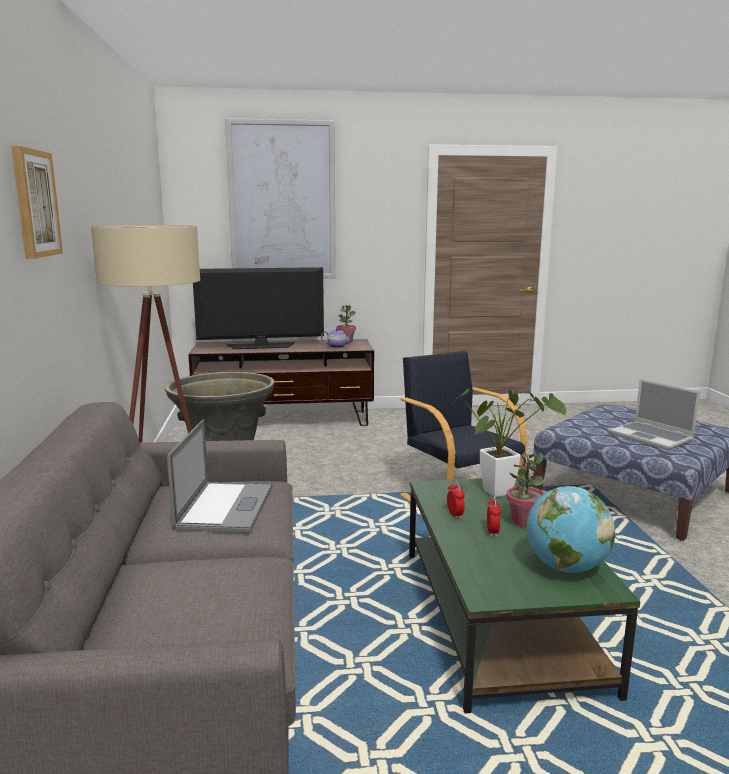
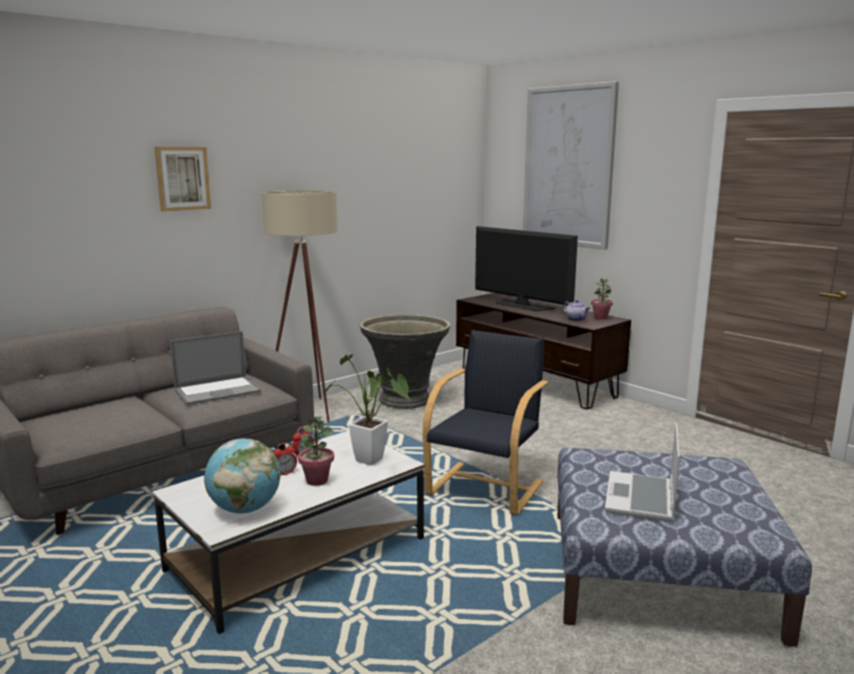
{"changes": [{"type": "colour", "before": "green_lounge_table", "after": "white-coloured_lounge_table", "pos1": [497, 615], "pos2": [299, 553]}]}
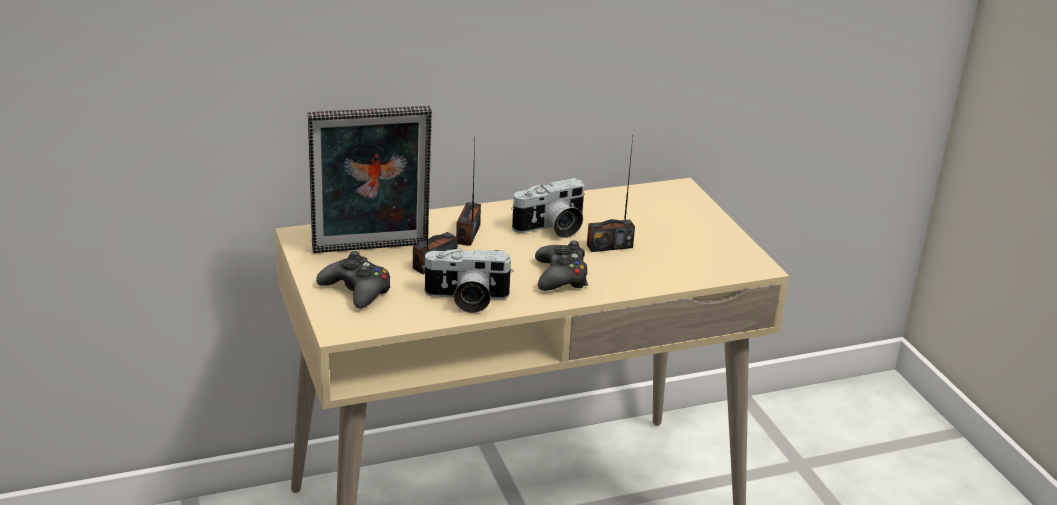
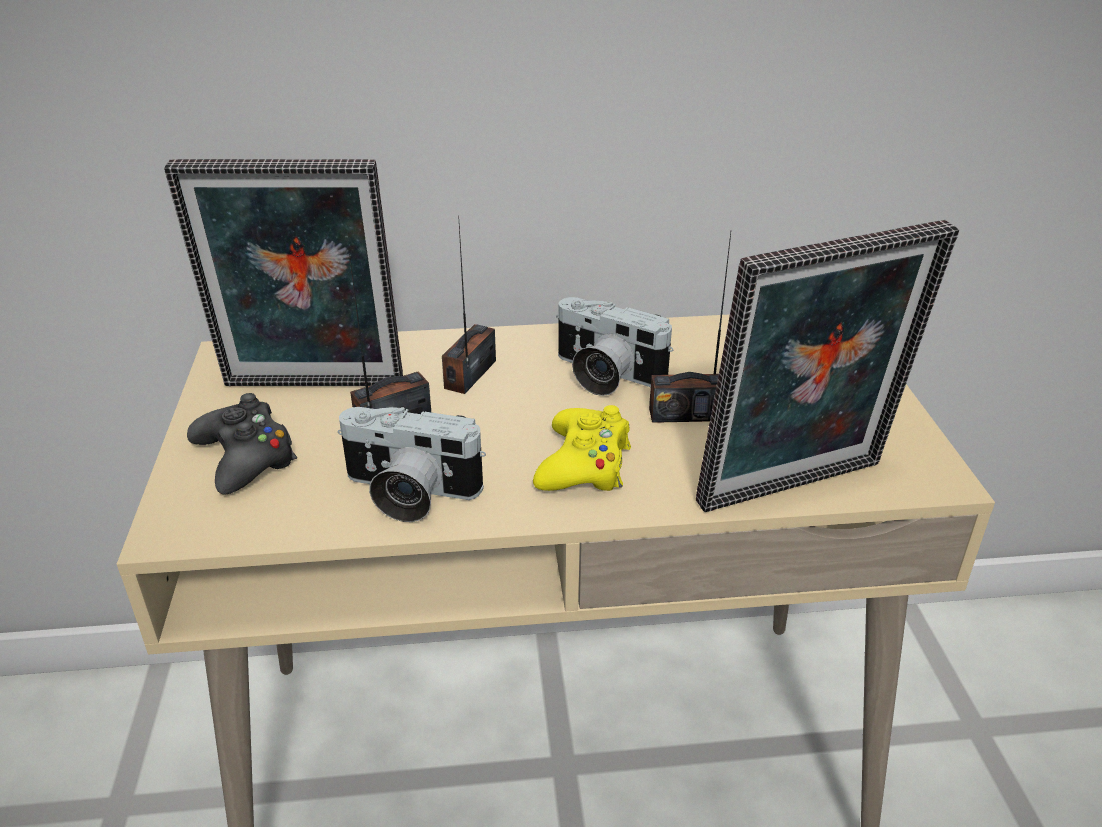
{"changes": [{"type": "appeared", "after": "standing_frame", "pos2": [796, 490]}, {"type": "colour", "before": "blackish_joypad", "after": "yellowish_joypad", "pos1": [561, 276], "pos2": [584, 464]}, {"type": "spun", "before": "still_camera", "pos1": [552, 228], "pos2": [603, 375], "turn": 45}]}
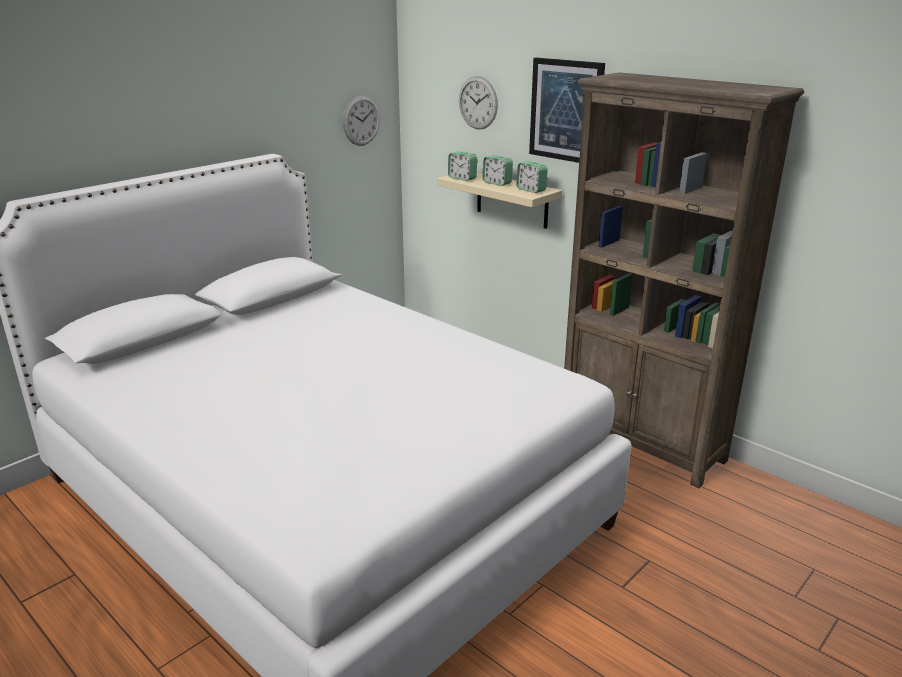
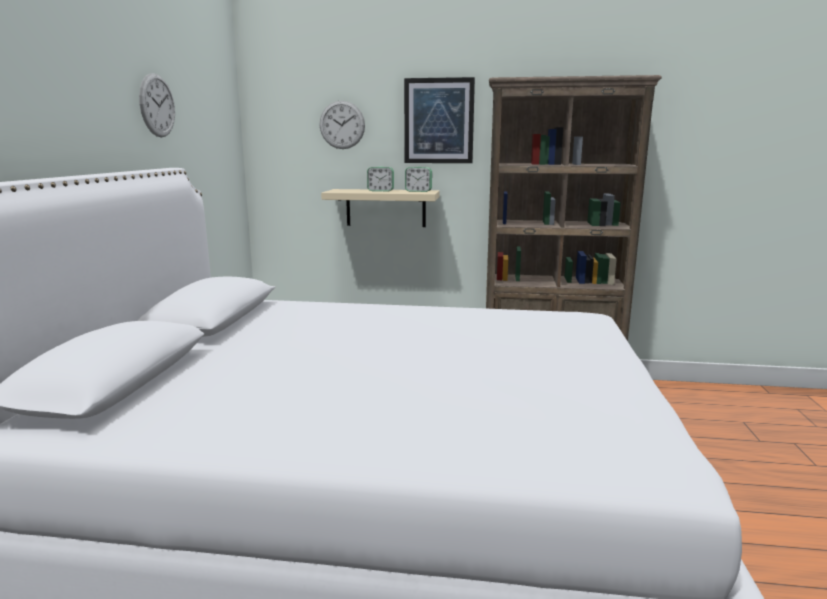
{"changes": [{"type": "missing", "before": "table_clock", "pos1": [462, 178]}, {"type": "relocated", "before": "clock_on_the_wall", "pos1": [361, 121], "pos2": [157, 105]}]}
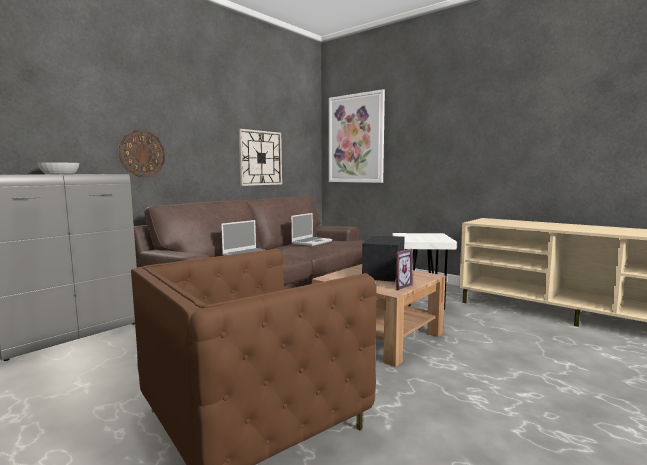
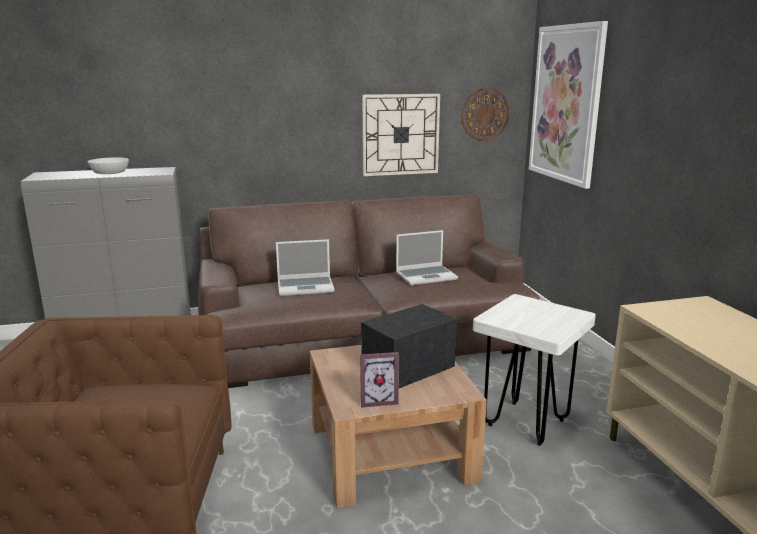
{"changes": [{"type": "relocated", "before": "clock_on_the_wall", "pos1": [142, 153], "pos2": [484, 114]}]}
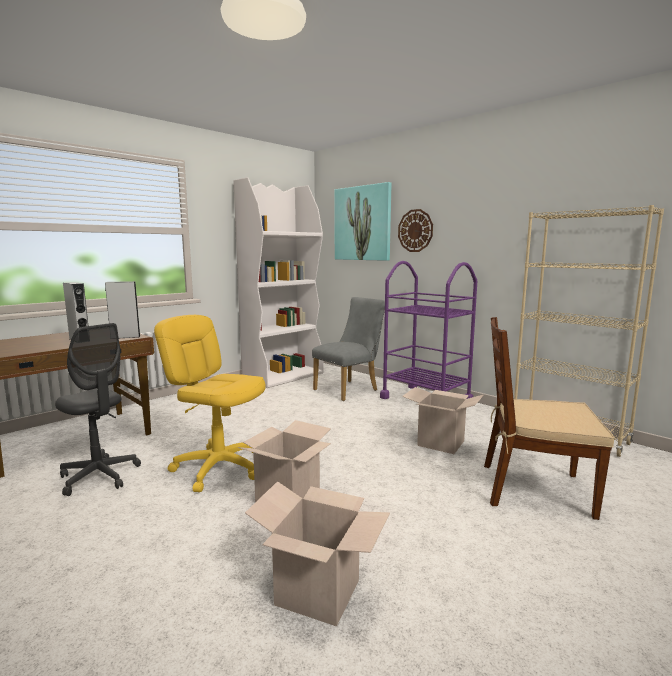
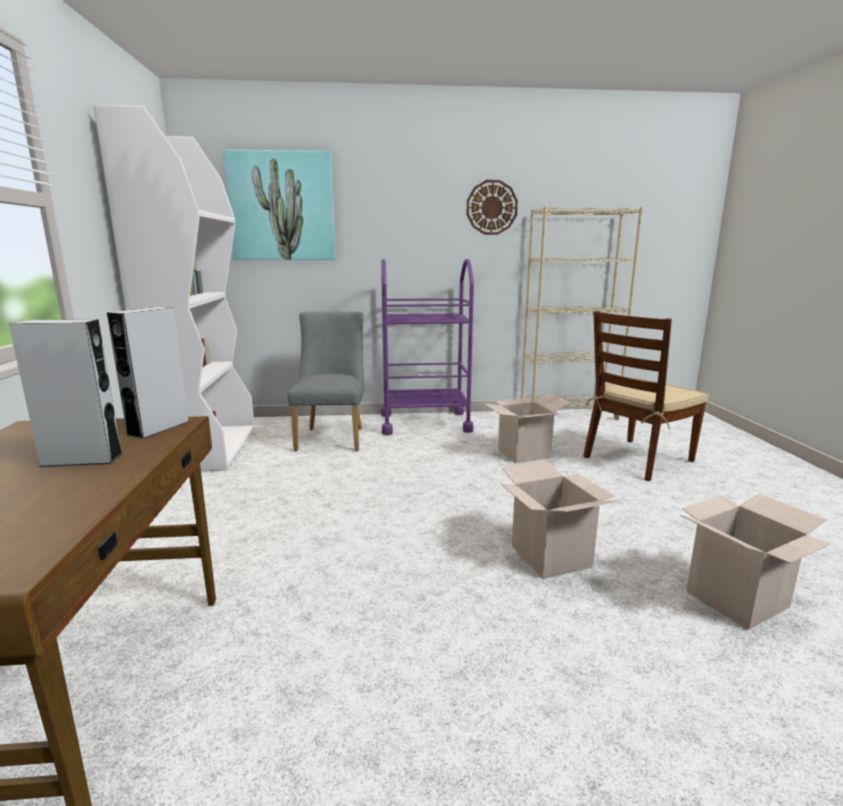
{"changes": [{"type": "missing", "before": "grey_office_chair", "pos1": [99, 476]}, {"type": "missing", "before": "yellowish_office_chair", "pos1": [219, 467]}, {"type": "relocated", "before": "clock_on_the_wall", "pos1": [415, 230], "pos2": [491, 207]}]}
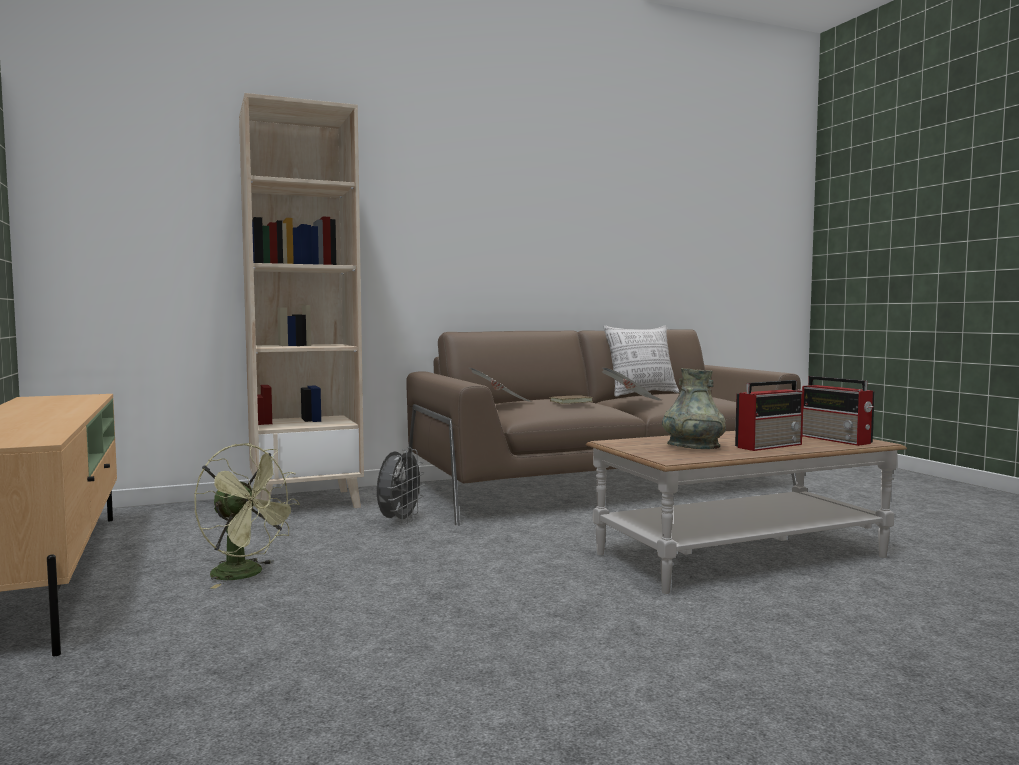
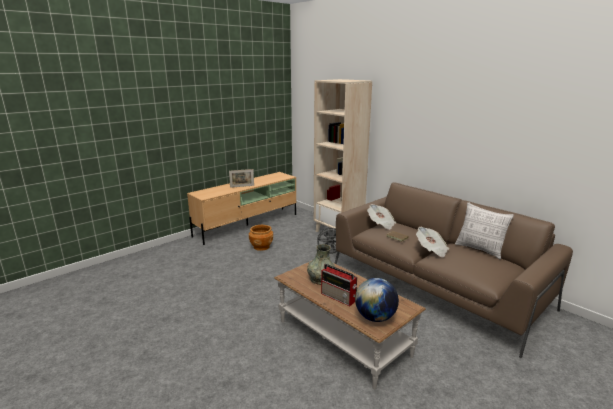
{"changes": [{"type": "appeared", "after": "standing_frame", "pos2": [242, 186]}, {"type": "exchanged", "before": "green_electric_fan", "after": "brownish_flower_pot", "pos1": [246, 574], "pos2": [261, 247]}, {"type": "exchanged", "before": "radio_set", "after": "desk_globe", "pos1": [837, 440], "pos2": [375, 317]}]}
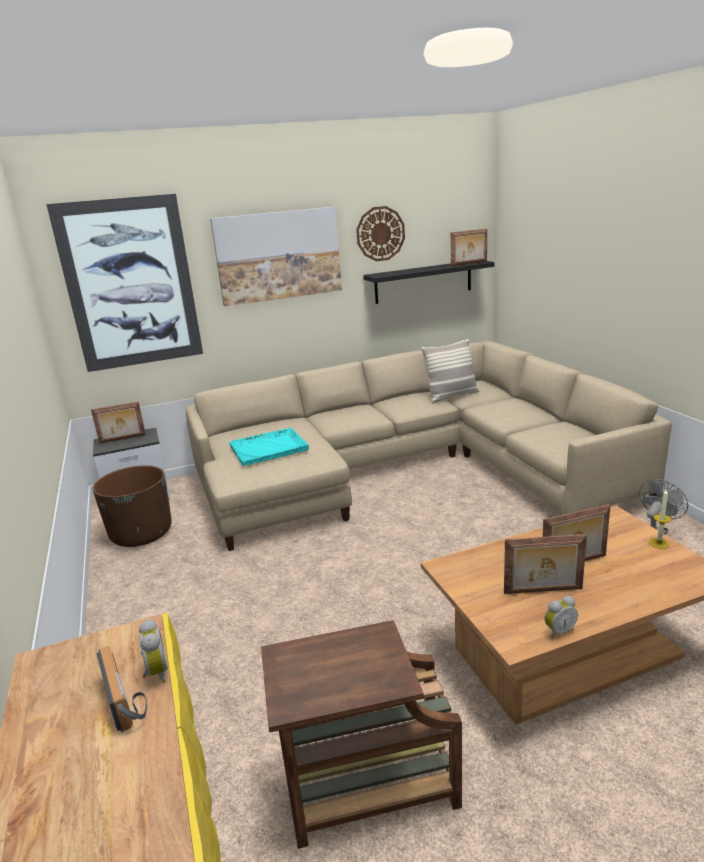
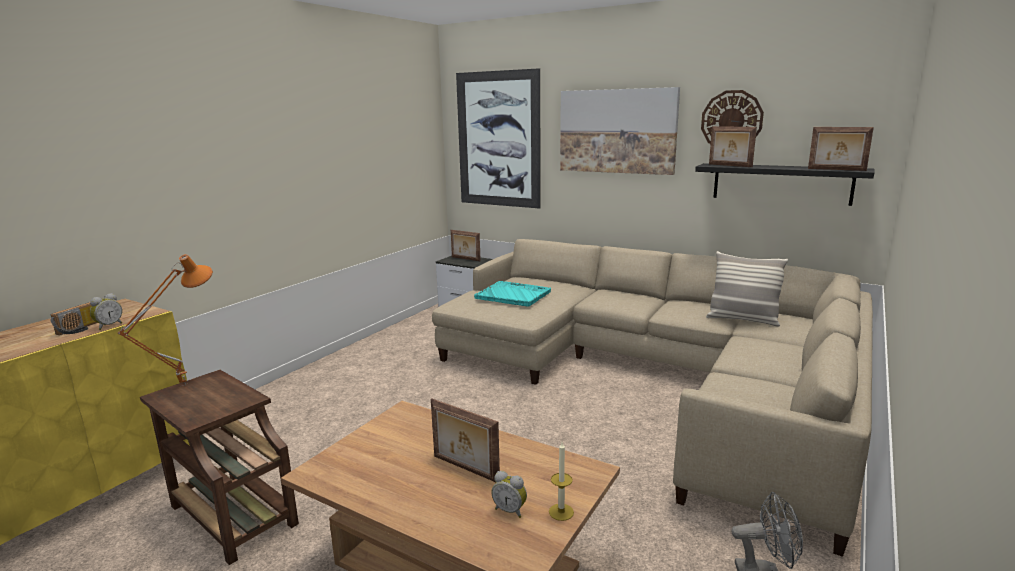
{"changes": [{"type": "missing", "before": "brownish_flower_pot", "pos1": [141, 533]}, {"type": "appeared", "after": "orangey_lamp_for_a_table", "pos2": [183, 384]}, {"type": "relocated", "before": "standing_frame", "pos1": [543, 591], "pos2": [729, 165]}, {"type": "relocated", "before": "table_clock", "pos1": [558, 631], "pos2": [510, 510]}]}
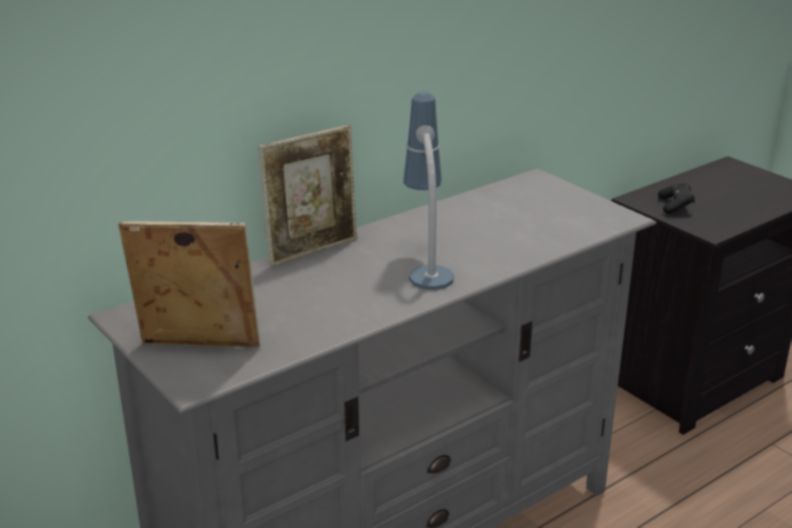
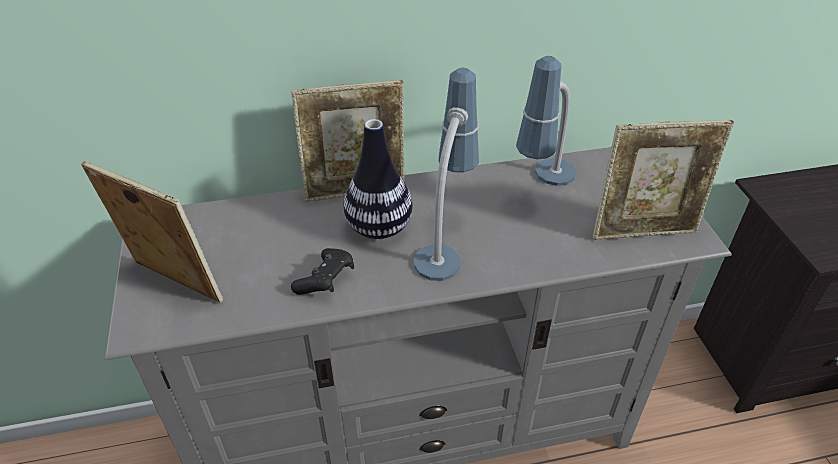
{"changes": [{"type": "appeared", "after": "flower_vase", "pos2": [379, 228]}, {"type": "appeared", "after": "lamp_for_a_table", "pos2": [542, 188]}, {"type": "appeared", "after": "standing_frame", "pos2": [644, 232]}, {"type": "relocated", "before": "blackish_joypad", "pos1": [675, 206], "pos2": [326, 281]}]}
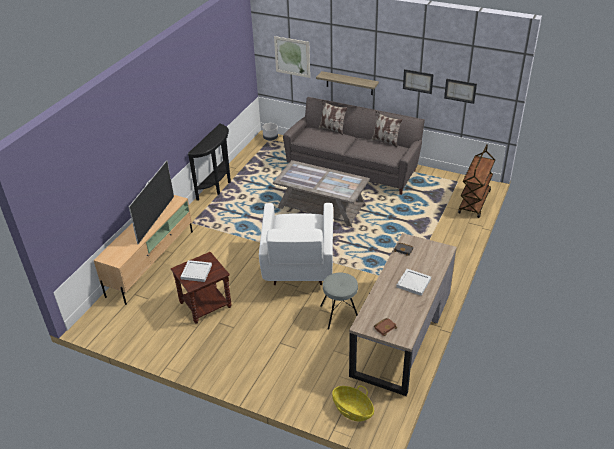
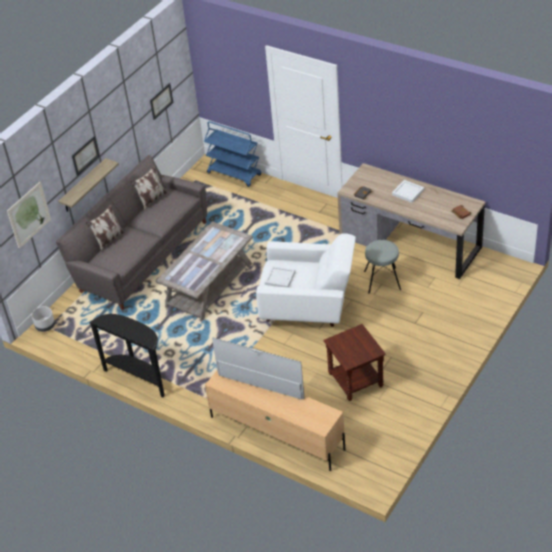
{"changes": [{"type": "missing", "before": "storage_basket", "pos1": [352, 410]}, {"type": "relocated", "before": "white-coloured_tray", "pos1": [196, 272], "pos2": [280, 278]}, {"type": "relocated", "before": "wall_picture", "pos1": [418, 81], "pos2": [85, 155]}, {"type": "colour", "before": "brownish_cart", "after": "blue_cart", "pos1": [474, 202], "pos2": [234, 174]}]}
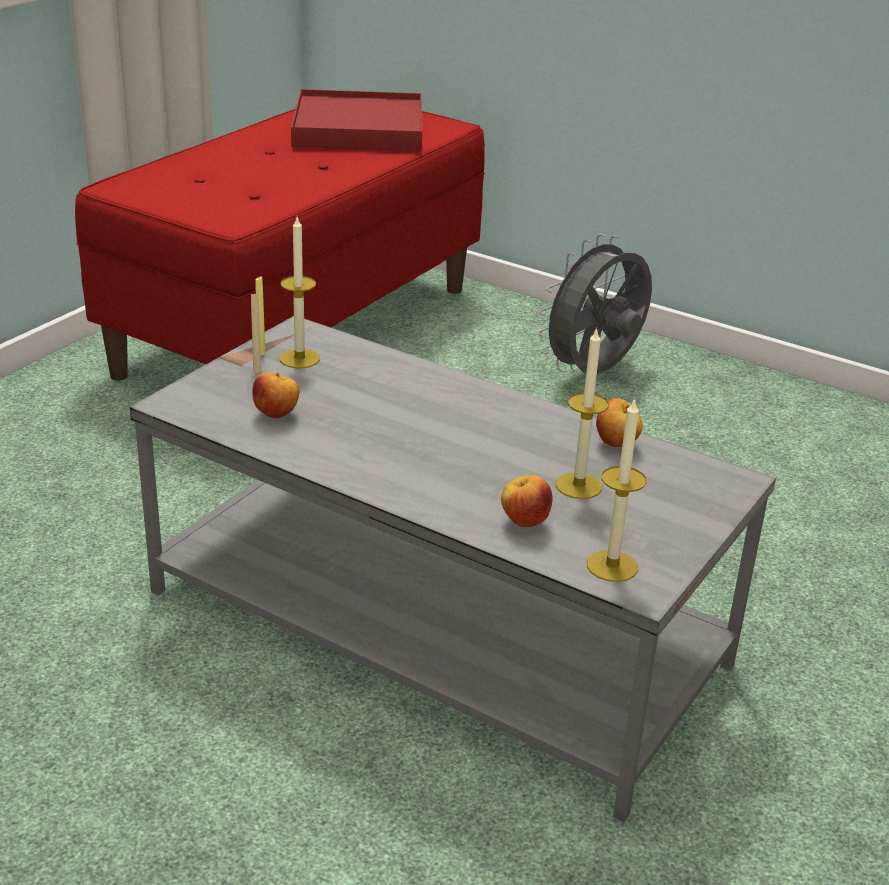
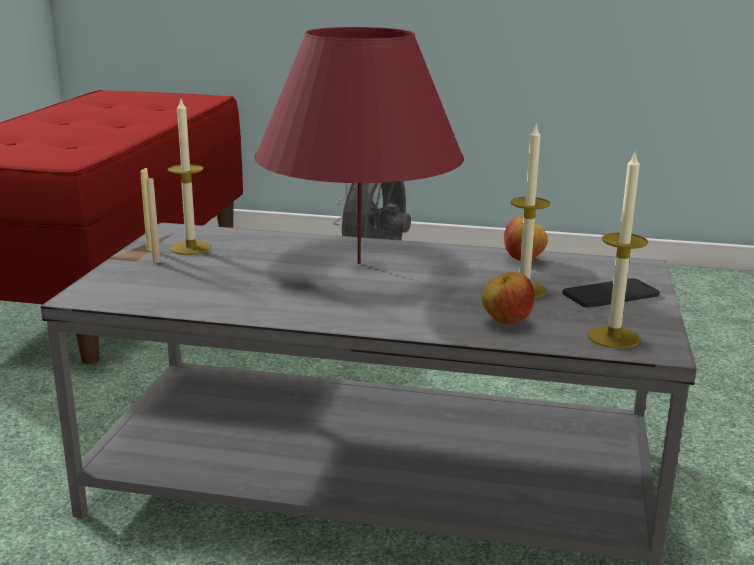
{"changes": [{"type": "missing", "before": "whole_apple", "pos1": [277, 414]}, {"type": "missing", "before": "red_tray", "pos1": [359, 128]}, {"type": "appeared", "after": "red_lamp_for_a_table", "pos2": [359, 263]}, {"type": "appeared", "after": "telephone", "pos2": [610, 294]}]}
